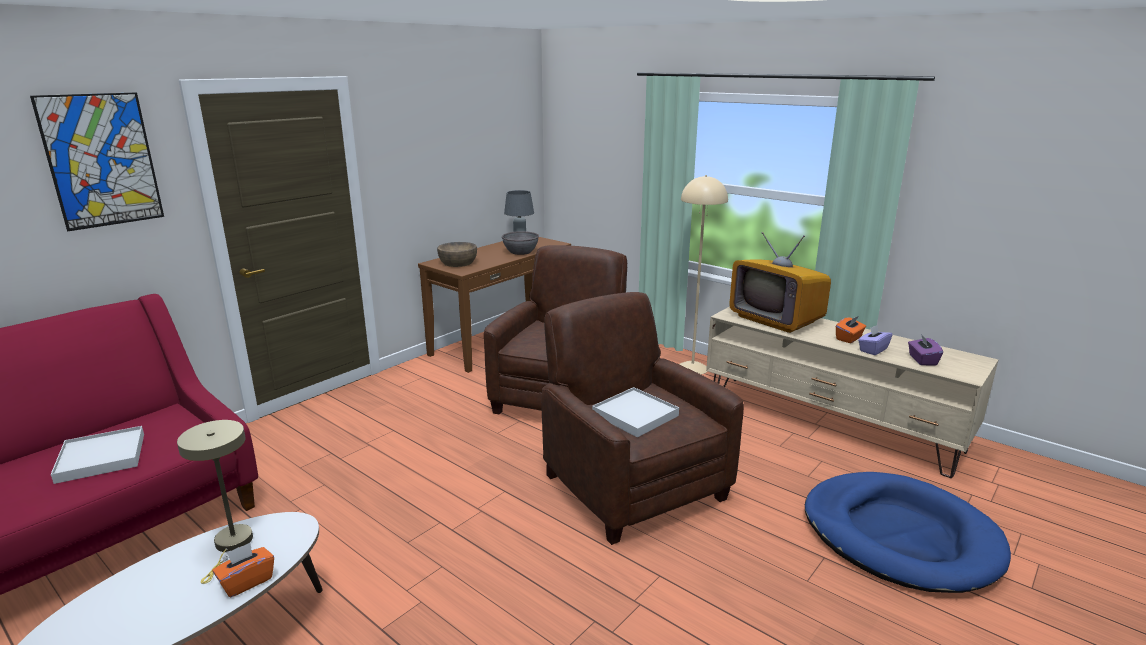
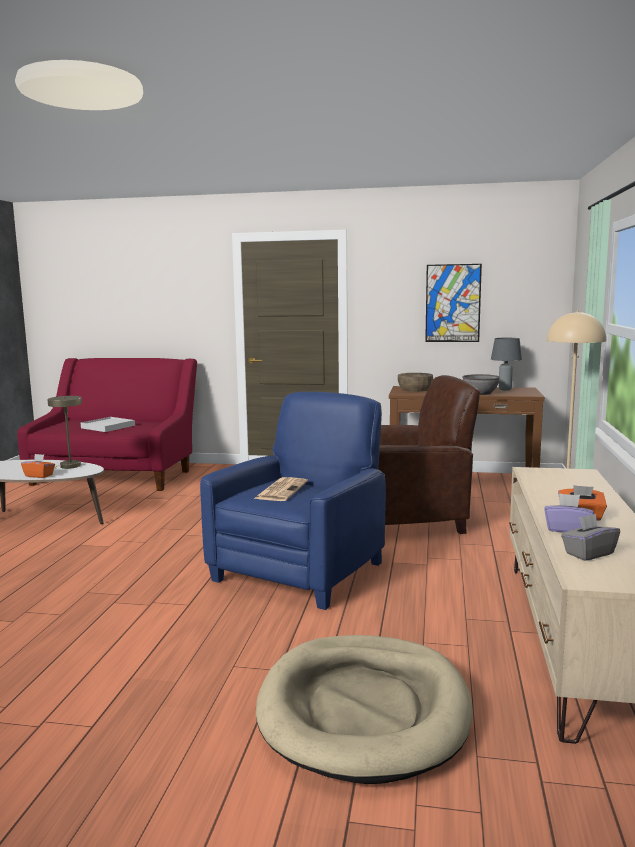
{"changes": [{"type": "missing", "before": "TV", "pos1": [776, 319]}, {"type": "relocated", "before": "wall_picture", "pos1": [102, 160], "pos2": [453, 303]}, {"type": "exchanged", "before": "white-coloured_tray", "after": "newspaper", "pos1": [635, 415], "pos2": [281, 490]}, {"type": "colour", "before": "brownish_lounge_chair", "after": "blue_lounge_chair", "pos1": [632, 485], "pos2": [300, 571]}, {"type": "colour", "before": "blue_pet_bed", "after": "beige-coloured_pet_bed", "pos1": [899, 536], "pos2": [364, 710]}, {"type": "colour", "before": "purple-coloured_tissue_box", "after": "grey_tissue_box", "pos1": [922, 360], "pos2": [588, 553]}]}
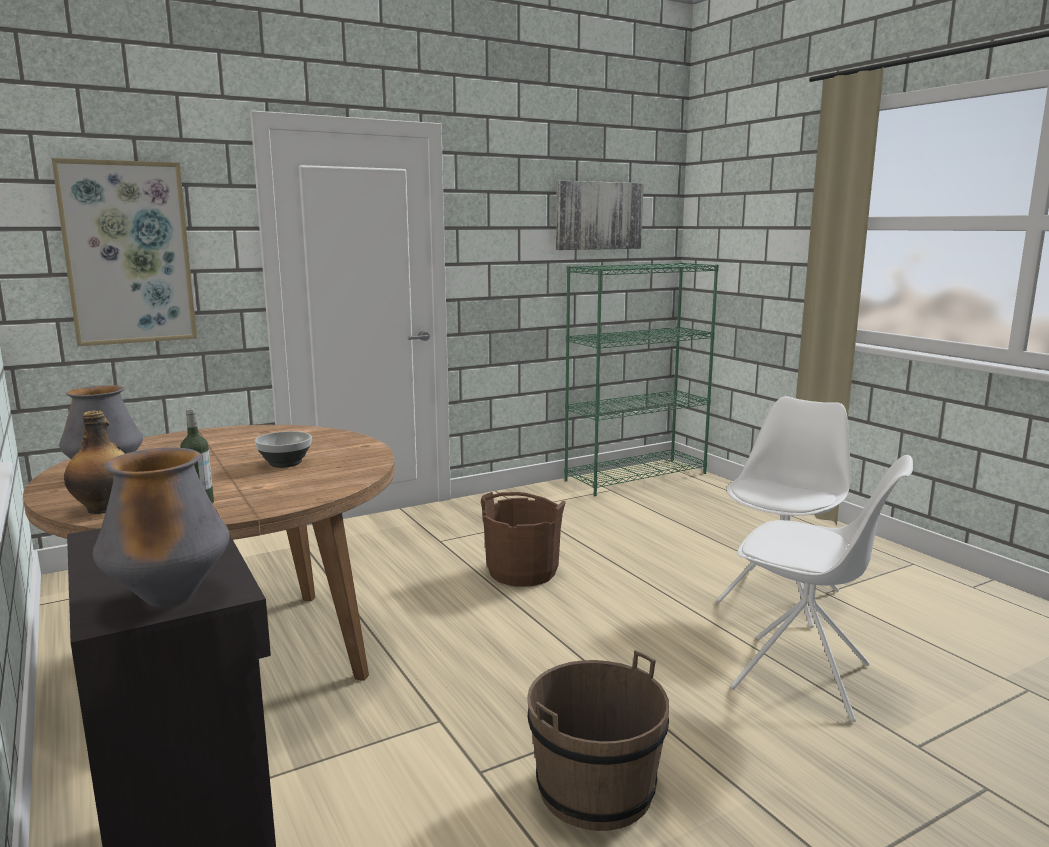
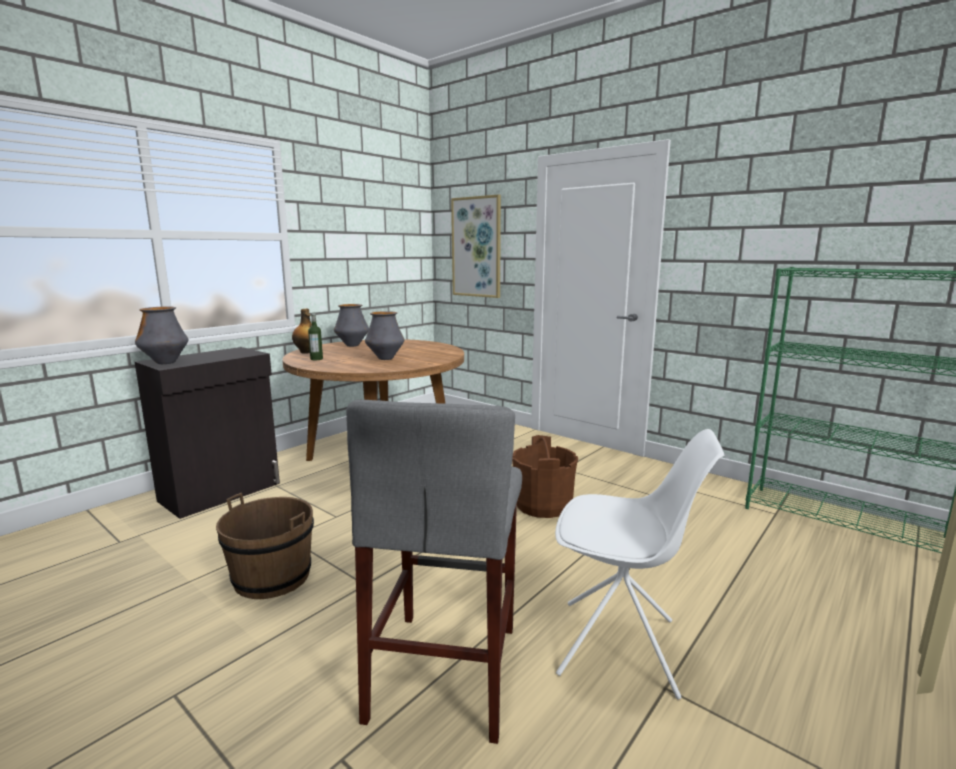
{"changes": [{"type": "missing", "before": "wall_picture", "pos1": [598, 216]}, {"type": "exchanged", "before": "deep_dish", "after": "flower_vase", "pos1": [286, 463], "pos2": [385, 358]}, {"type": "exchanged", "before": "white-coloured_chair", "after": "grey_sitting_stool", "pos1": [804, 678], "pos2": [446, 671]}]}
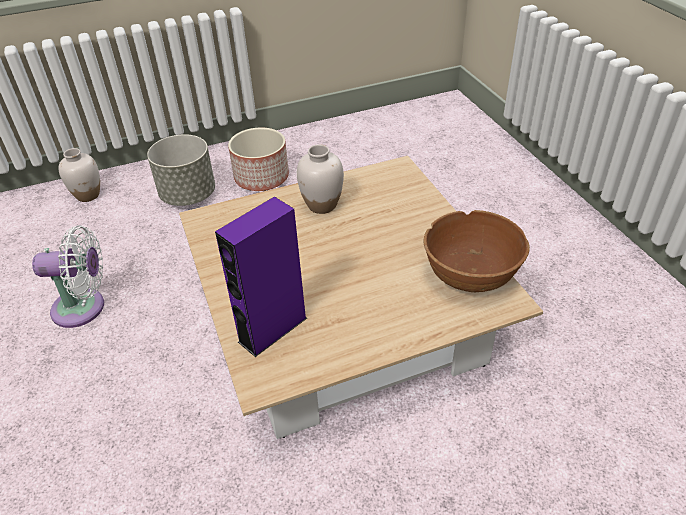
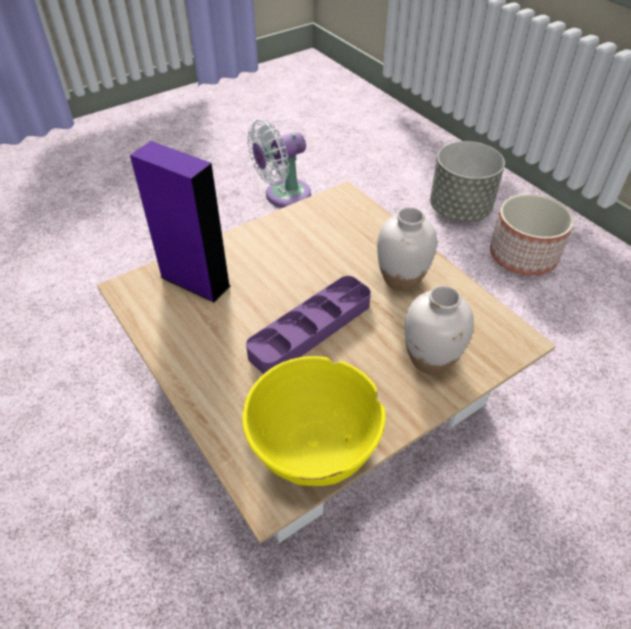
{"changes": [{"type": "appeared", "after": "purple-coloured_tray", "pos2": [310, 329]}, {"type": "relocated", "before": "white-coloured_flower_vase", "pos1": [88, 195], "pos2": [431, 359]}, {"type": "colour", "before": "brownish_deep_dish", "after": "yellowish_deep_dish", "pos1": [470, 274], "pos2": [313, 445]}, {"type": "spun", "before": "white-coloured_electric_fan", "pos1": [84, 308], "pos2": [283, 195], "turn": 75}]}
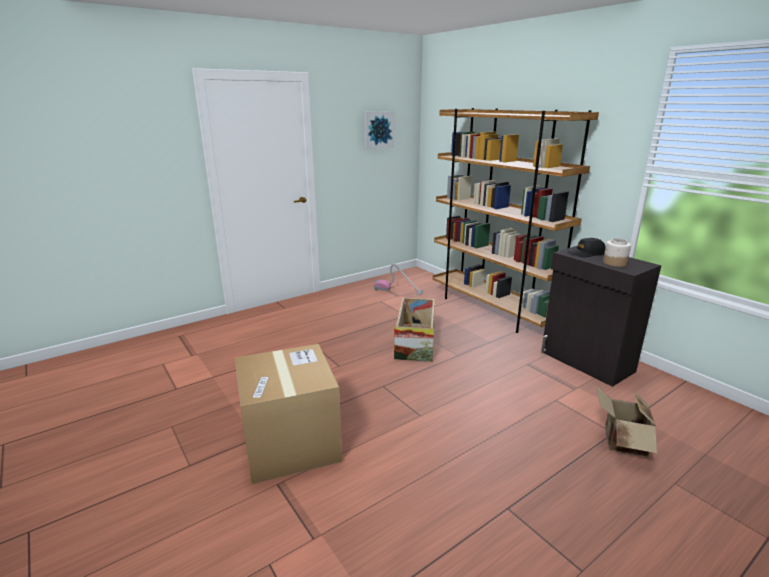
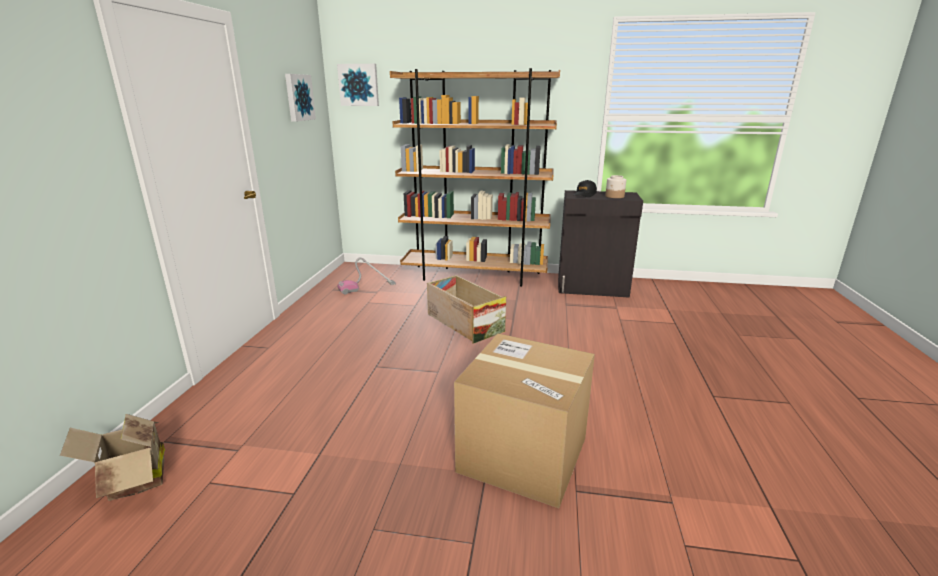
{"changes": [{"type": "appeared", "after": "wall_picture", "pos2": [359, 85]}, {"type": "relocated", "before": "packing_box", "pos1": [621, 442], "pos2": [132, 482]}]}
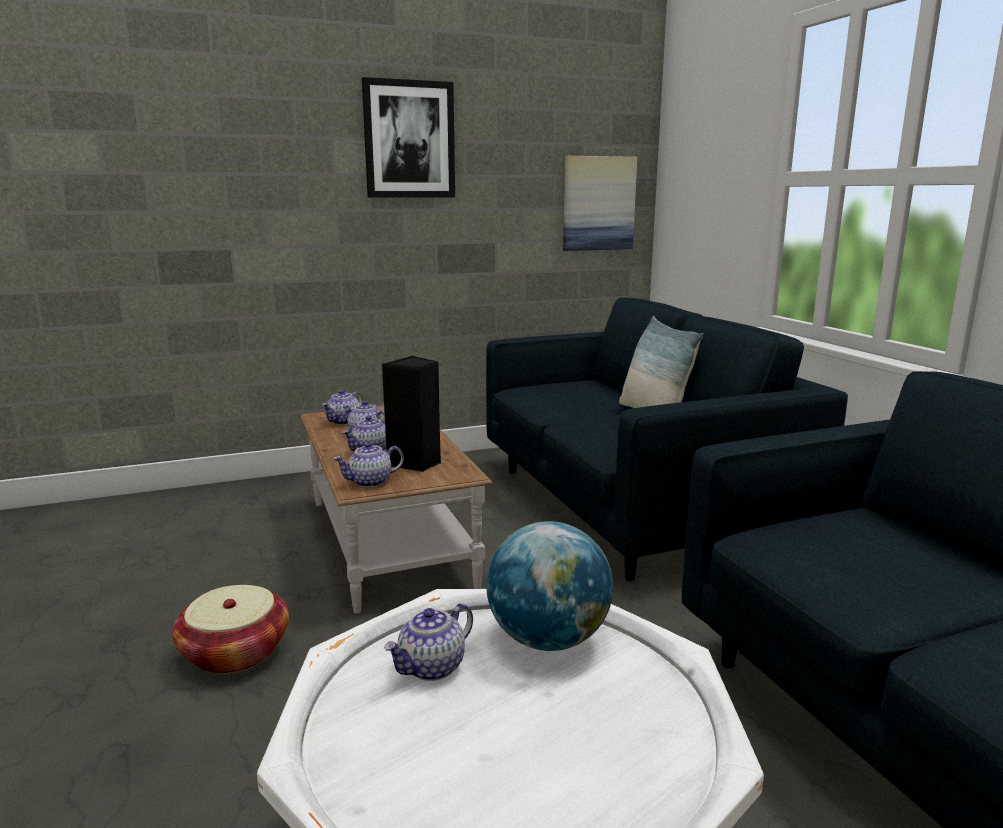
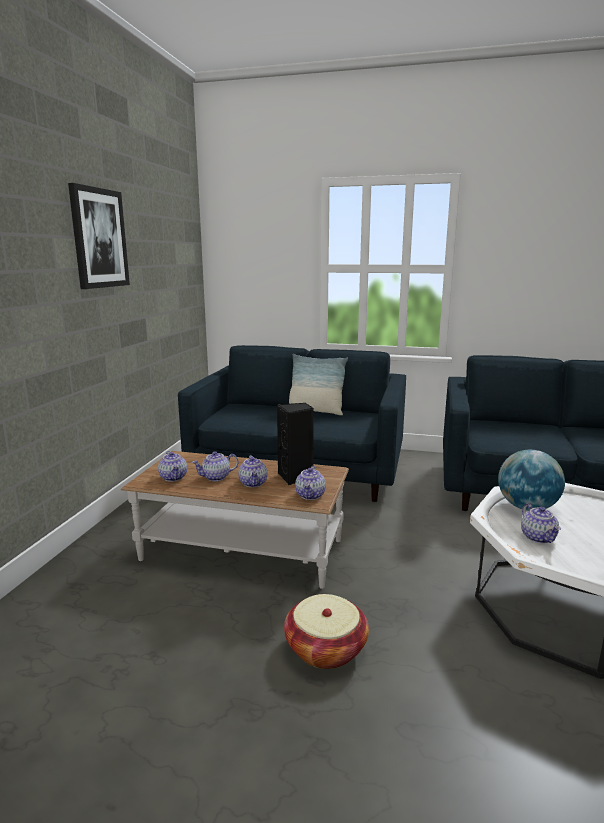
{"changes": [{"type": "missing", "before": "wall_picture", "pos1": [598, 203]}]}
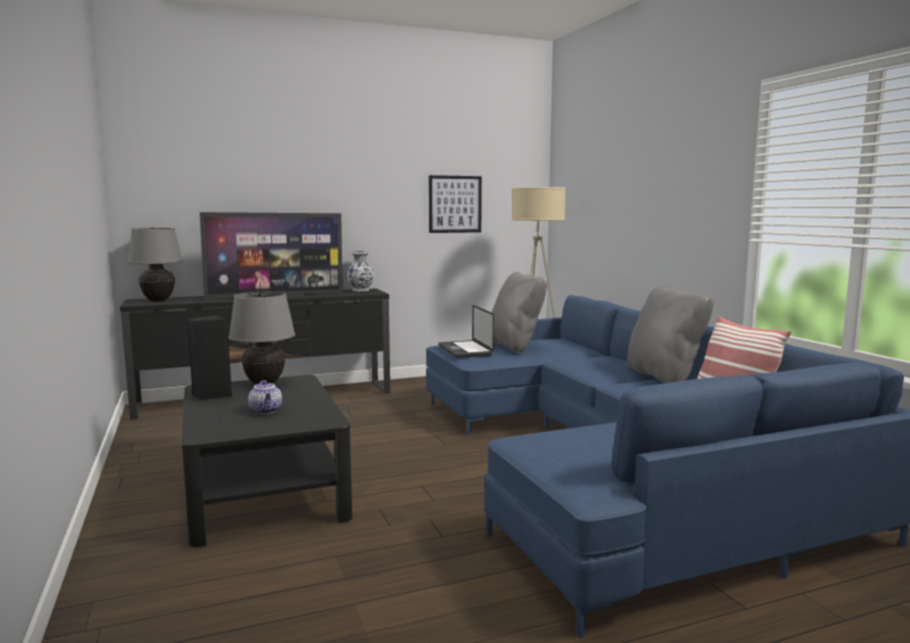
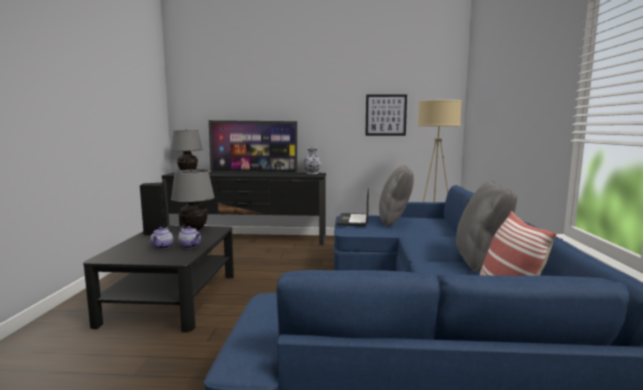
{"changes": [{"type": "appeared", "after": "pot_for_tea", "pos2": [190, 246]}]}
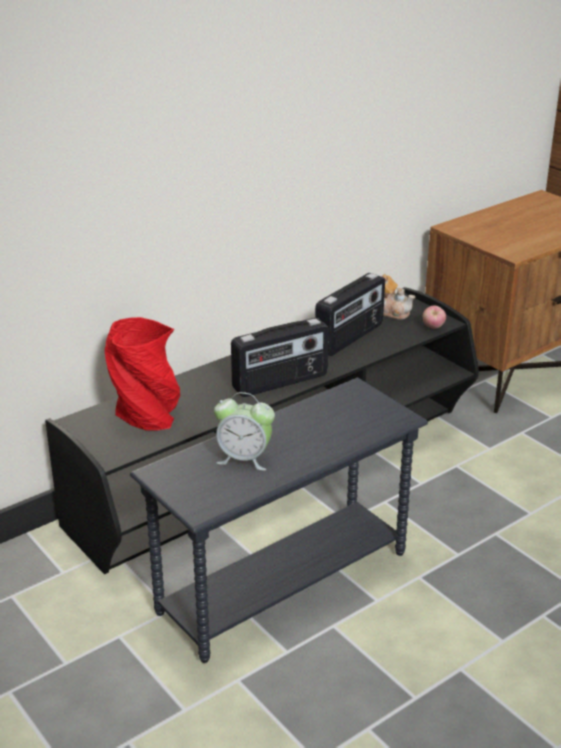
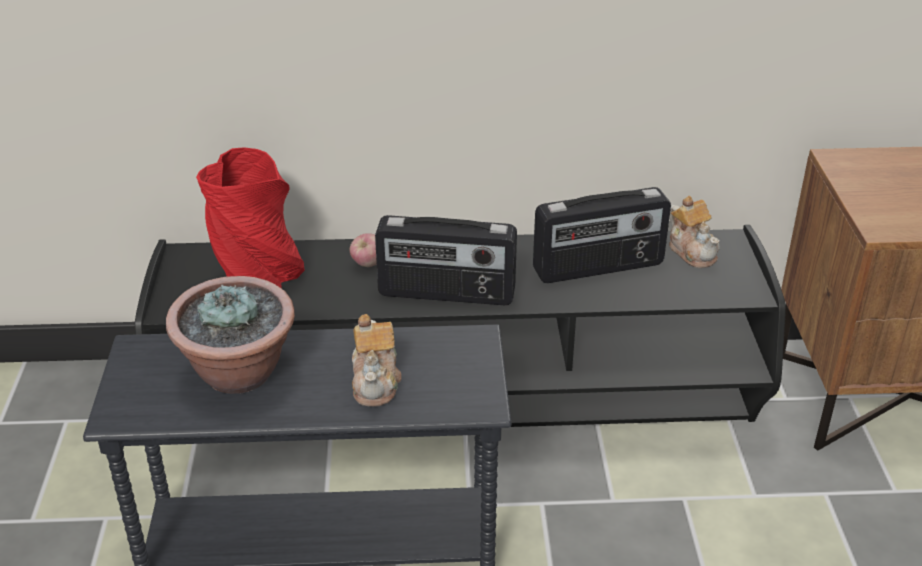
{"changes": [{"type": "appeared", "after": "pot_for_tea", "pos2": [376, 382]}, {"type": "relocated", "before": "whole_apple", "pos1": [433, 327], "pos2": [368, 264]}, {"type": "exchanged", "before": "table_clock", "after": "houseplant", "pos1": [244, 458], "pos2": [239, 374]}]}
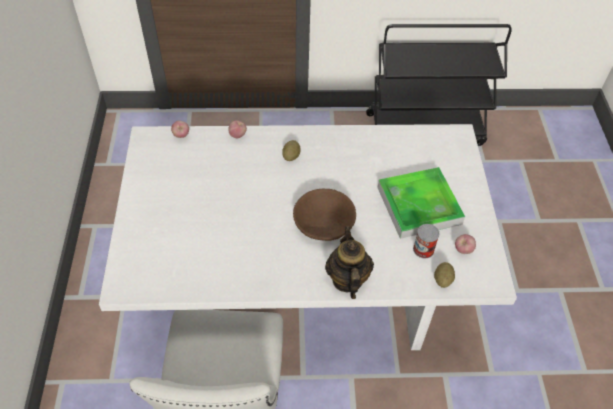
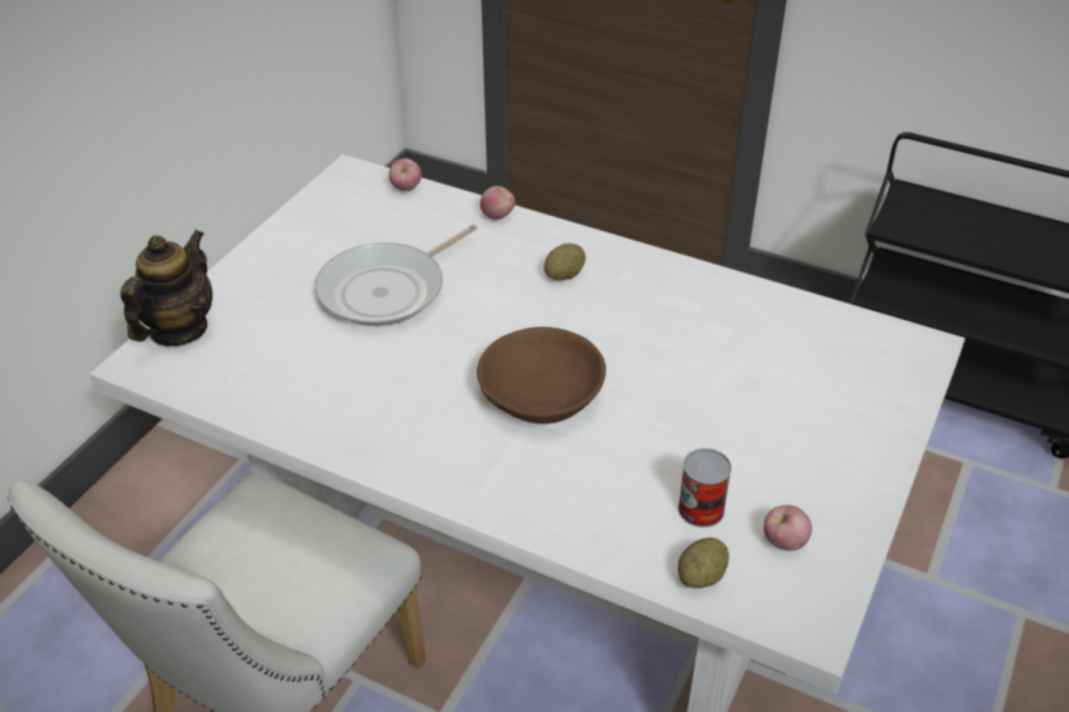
{"changes": [{"type": "missing", "before": "tray", "pos1": [419, 205]}, {"type": "appeared", "after": "skillet", "pos2": [388, 290]}, {"type": "relocated", "before": "pot_for_tea", "pos1": [347, 279], "pos2": [178, 329]}]}
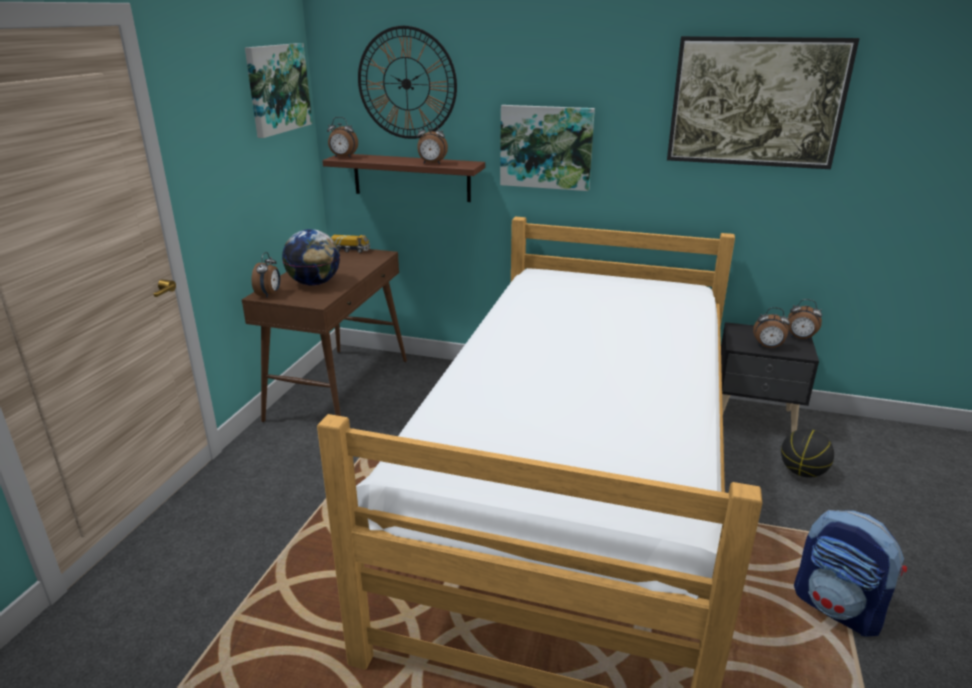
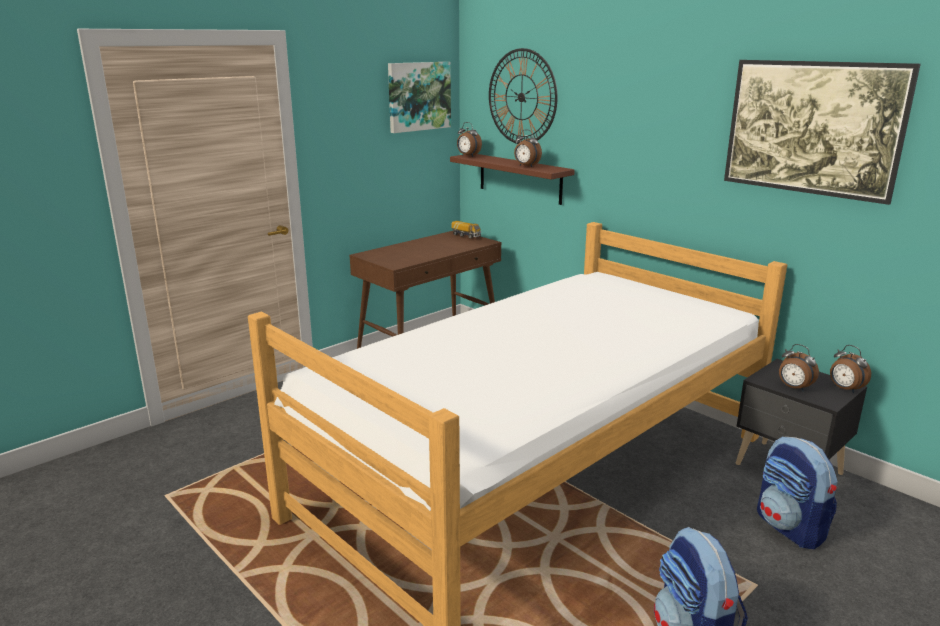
{"changes": [{"type": "missing", "before": "table_clock", "pos1": [269, 294]}, {"type": "missing", "before": "desk_globe", "pos1": [314, 283]}, {"type": "missing", "before": "wall_picture", "pos1": [546, 147]}, {"type": "exchanged", "before": "basketball", "after": "backpack", "pos1": [802, 472], "pos2": [790, 528]}]}
